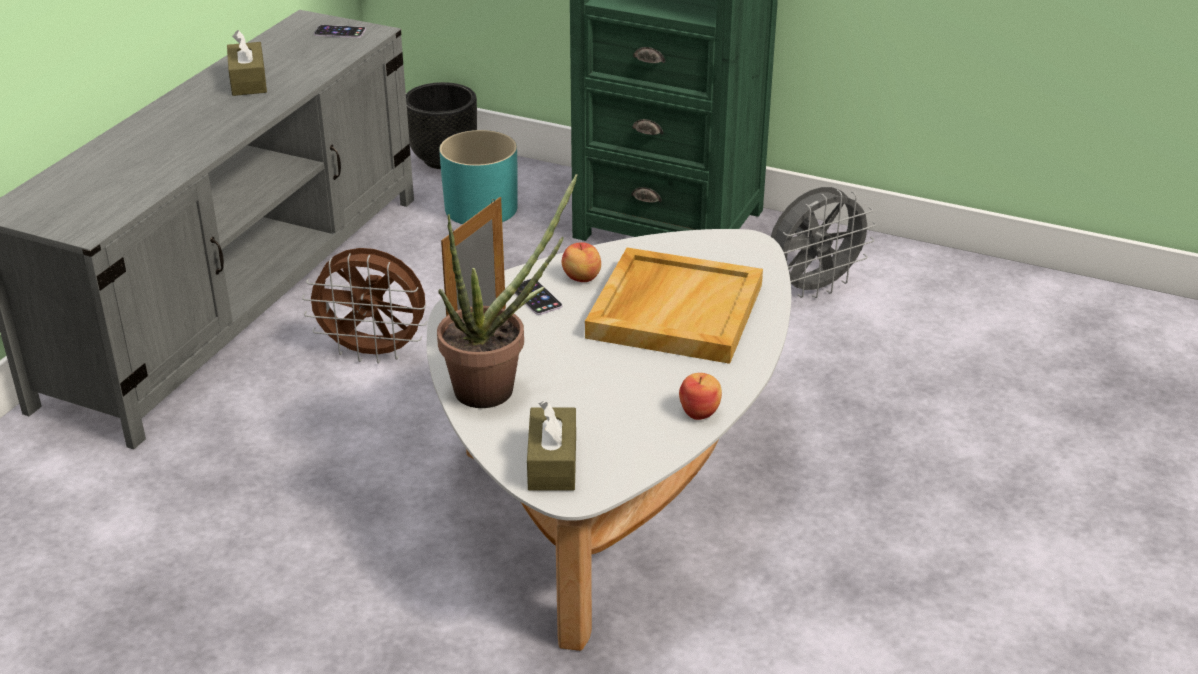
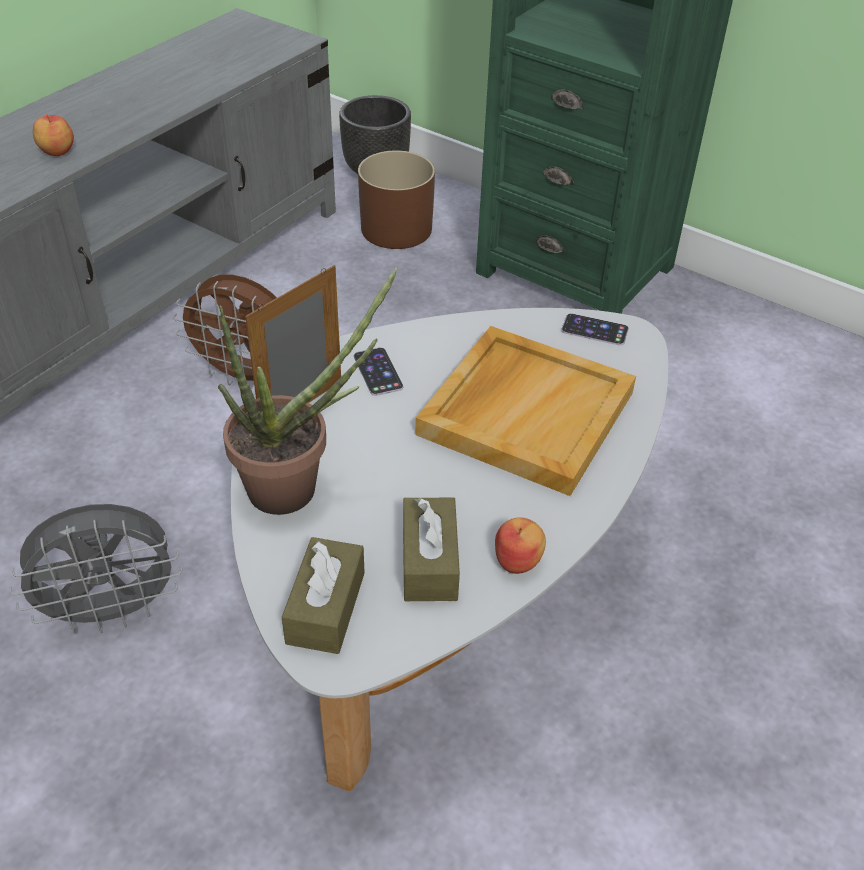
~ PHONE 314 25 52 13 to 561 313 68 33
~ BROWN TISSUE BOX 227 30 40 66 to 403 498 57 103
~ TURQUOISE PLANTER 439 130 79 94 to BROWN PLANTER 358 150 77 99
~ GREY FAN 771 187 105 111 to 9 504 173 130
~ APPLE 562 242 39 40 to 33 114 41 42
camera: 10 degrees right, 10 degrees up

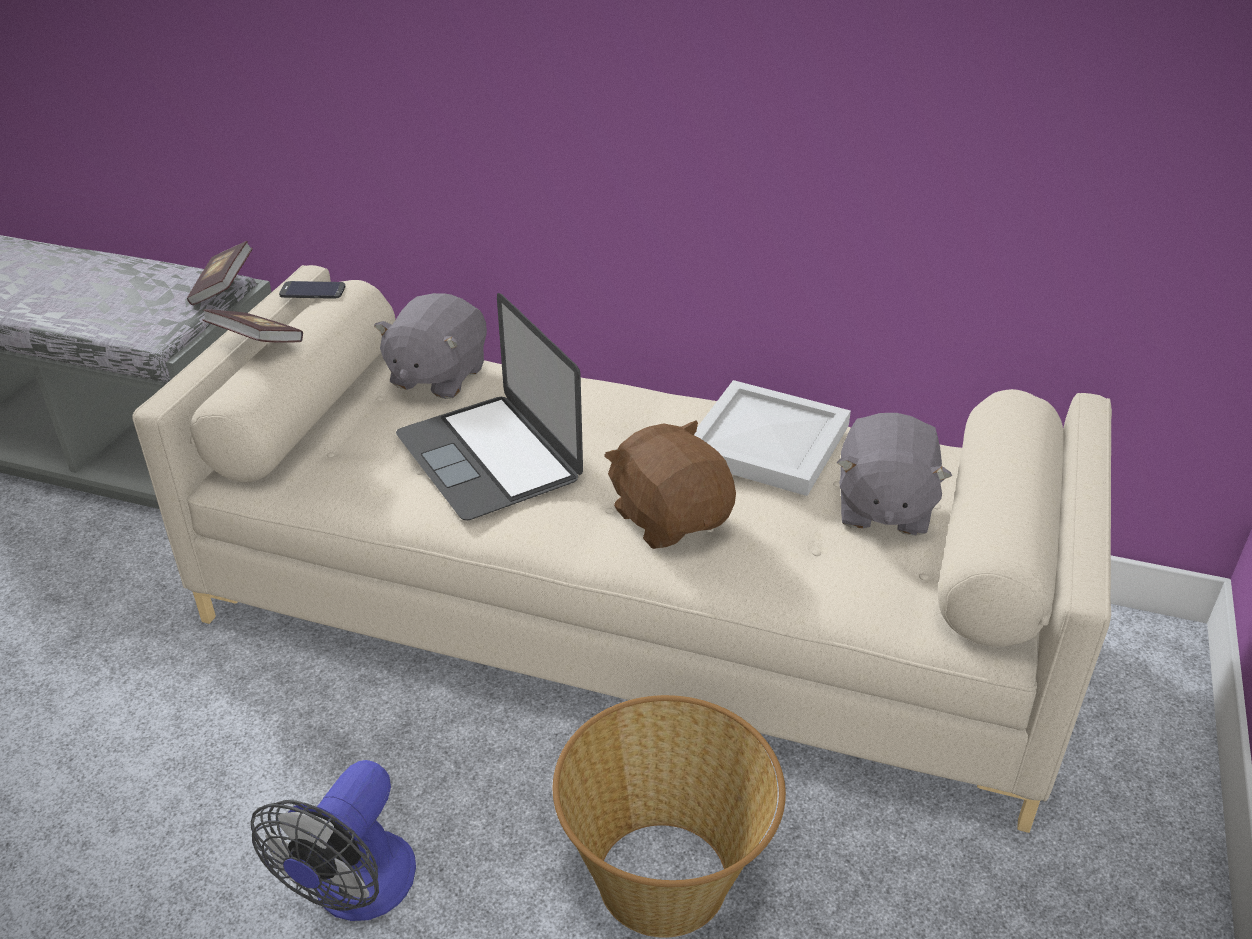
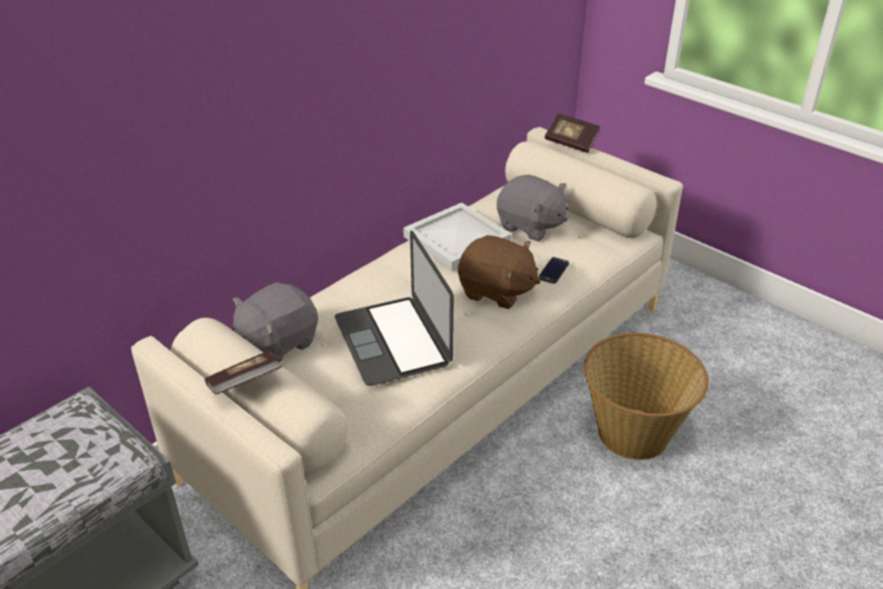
~ BOOK 187 241 66 64 to 545 113 55 40
~ PHONE 279 281 66 18 to 538 257 31 27
~ GREY PLUSH TOY 374 293 113 106 = 232 282 86 81 90 degrees clockwise
~ LAPTOP 396 293 187 227 = 335 231 119 155 75 degrees clockwise
~ BROWN PLUSH TOY 604 420 132 129 = 458 235 83 74 150 degrees counterclockwise
- FAN 251 760 165 161
camera: 65 degrees left, 0 degrees up

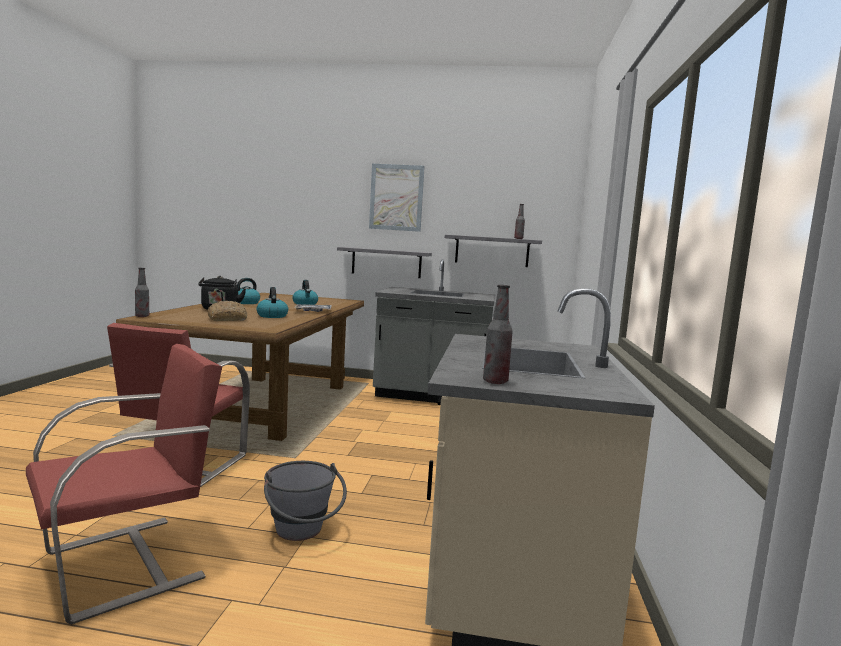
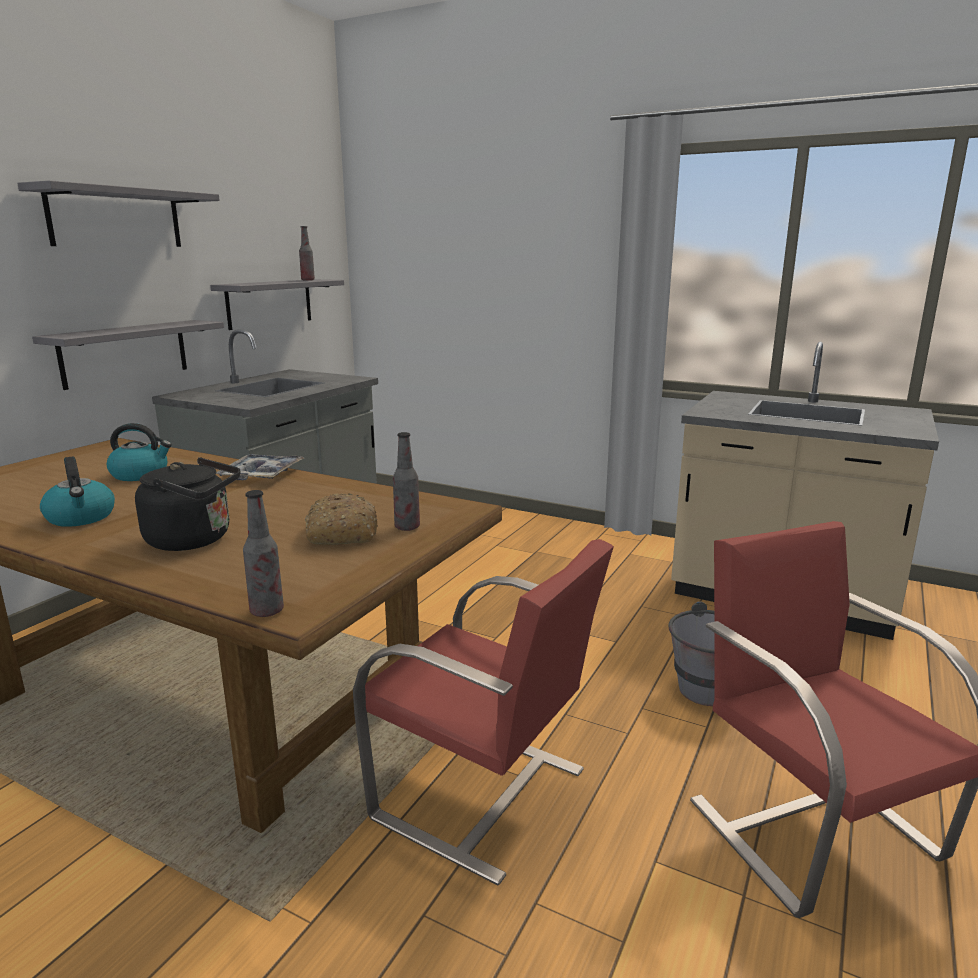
~ PICTURE 369 164 56 68 to GREY SHELF 17 180 203 67
~ BOTTLE 483 285 30 99 to 393 432 27 99
- KETTLE 256 287 32 31
camera: 70 degrees left, 10 degrees up

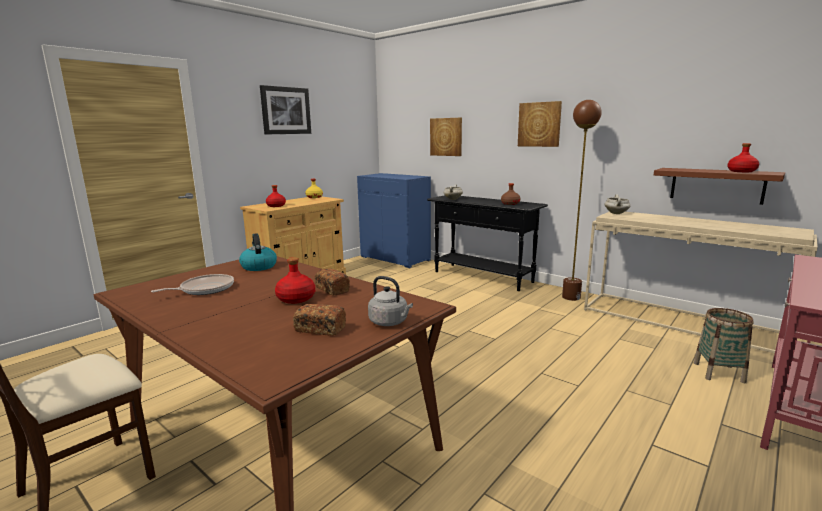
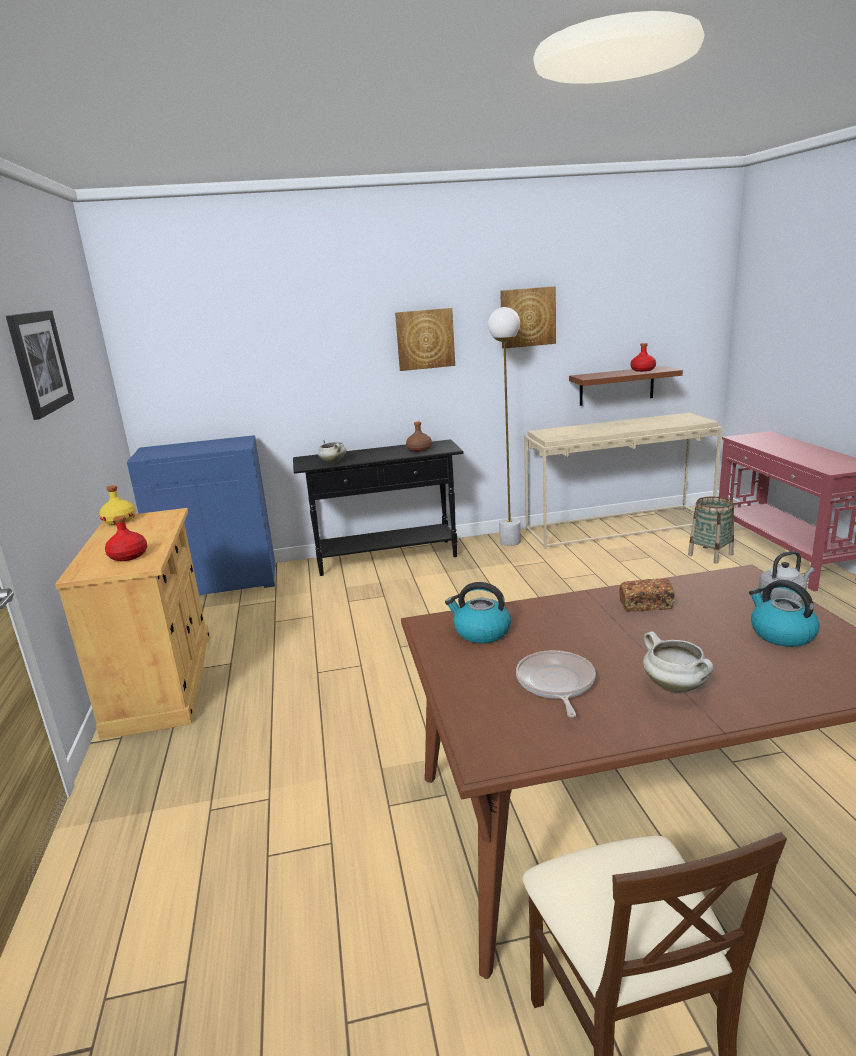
~ BROWN FLOOR LAMP 562 100 40 201 to WHITE FLOOR LAMP 488 307 33 239
~ PICTURE 430 118 32 38 to 500 286 56 63
~ WHITE COOKING POT 605 194 25 20 to 643 632 70 61
- RED BOTTLE 275 257 40 47
~ BREAD 293 304 53 32 to KETTLE 749 580 71 67
camera: 50 degrees left, 5 degrees up

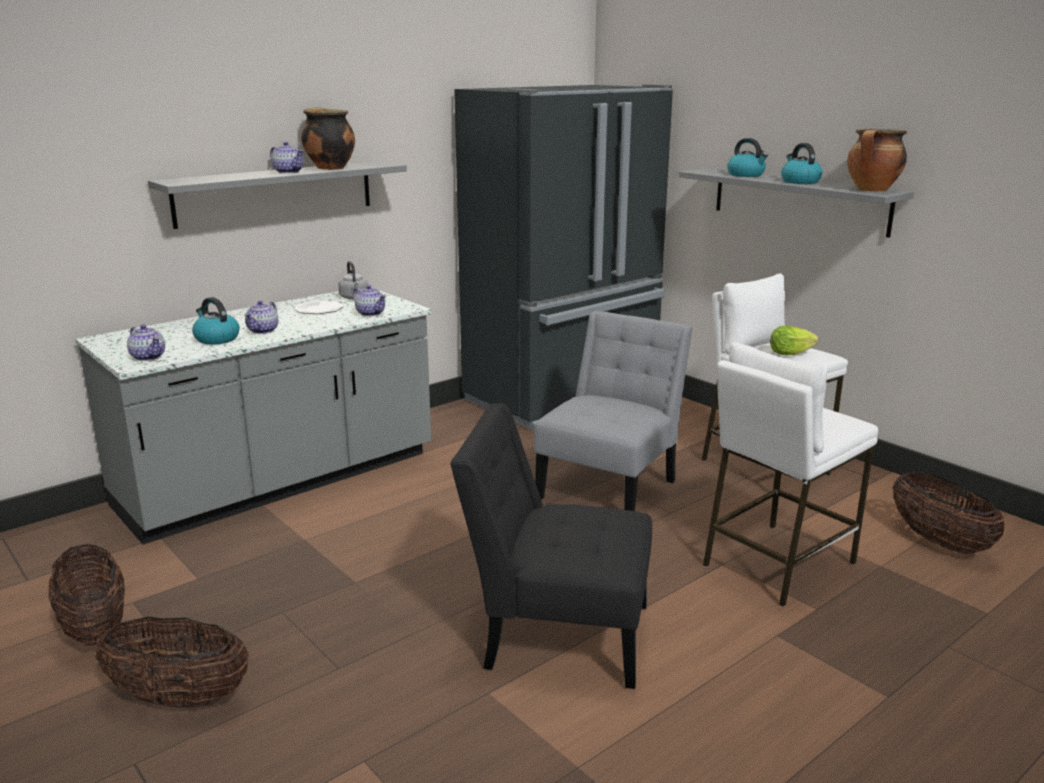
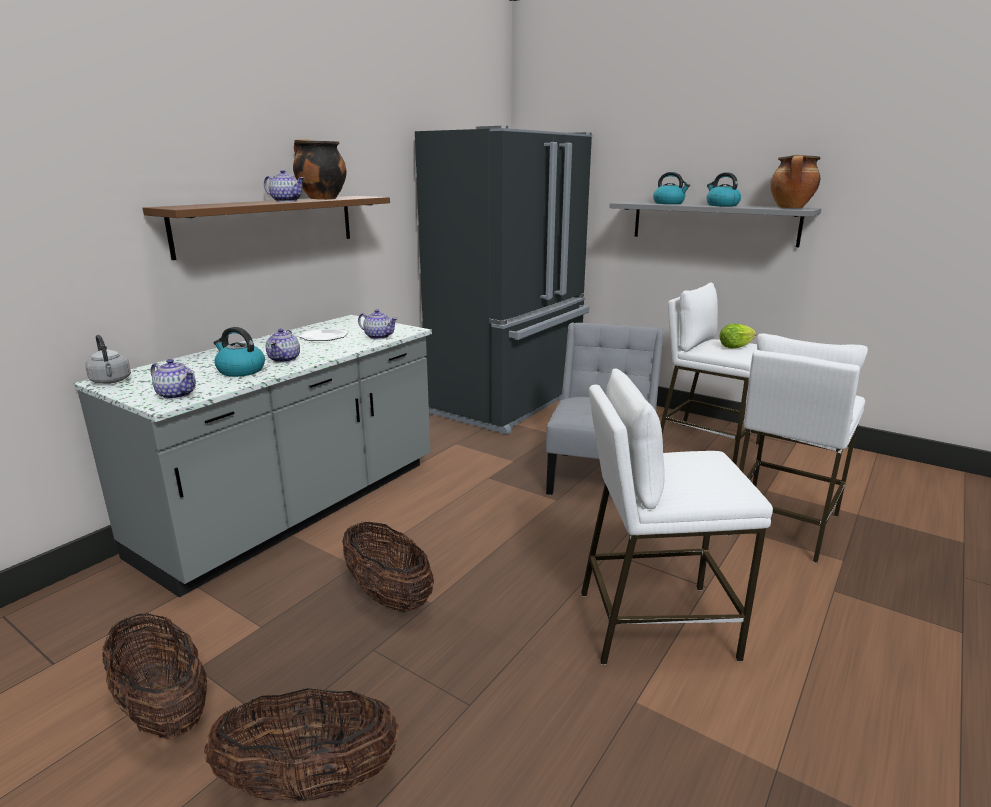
~ GREY SHELF 148 161 259 68 to BROWN SHELF 143 196 247 64
~ GREY KETTLE 338 261 30 38 to 85 335 46 49
~ BLACK CHAIR 450 403 202 286 to WHITE STOOL 581 369 192 296
~ BASKET 892 472 113 82 to 342 522 92 91
camera: 15 degrees left, 0 degrees up

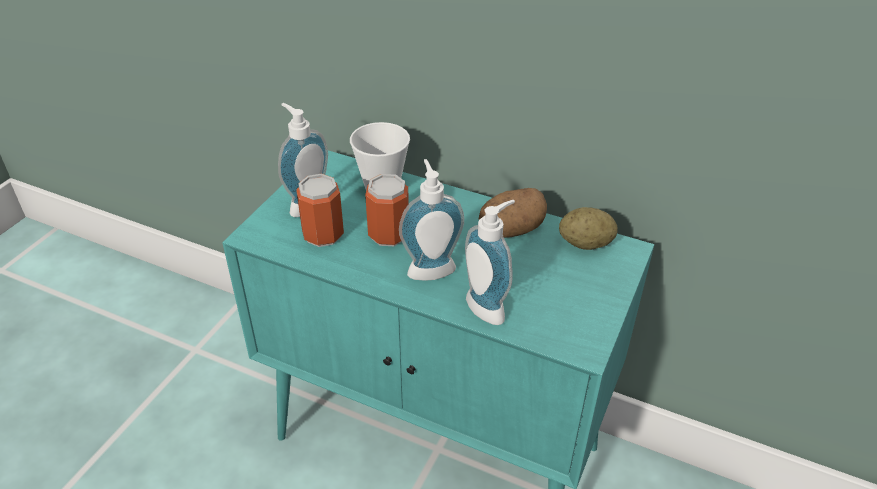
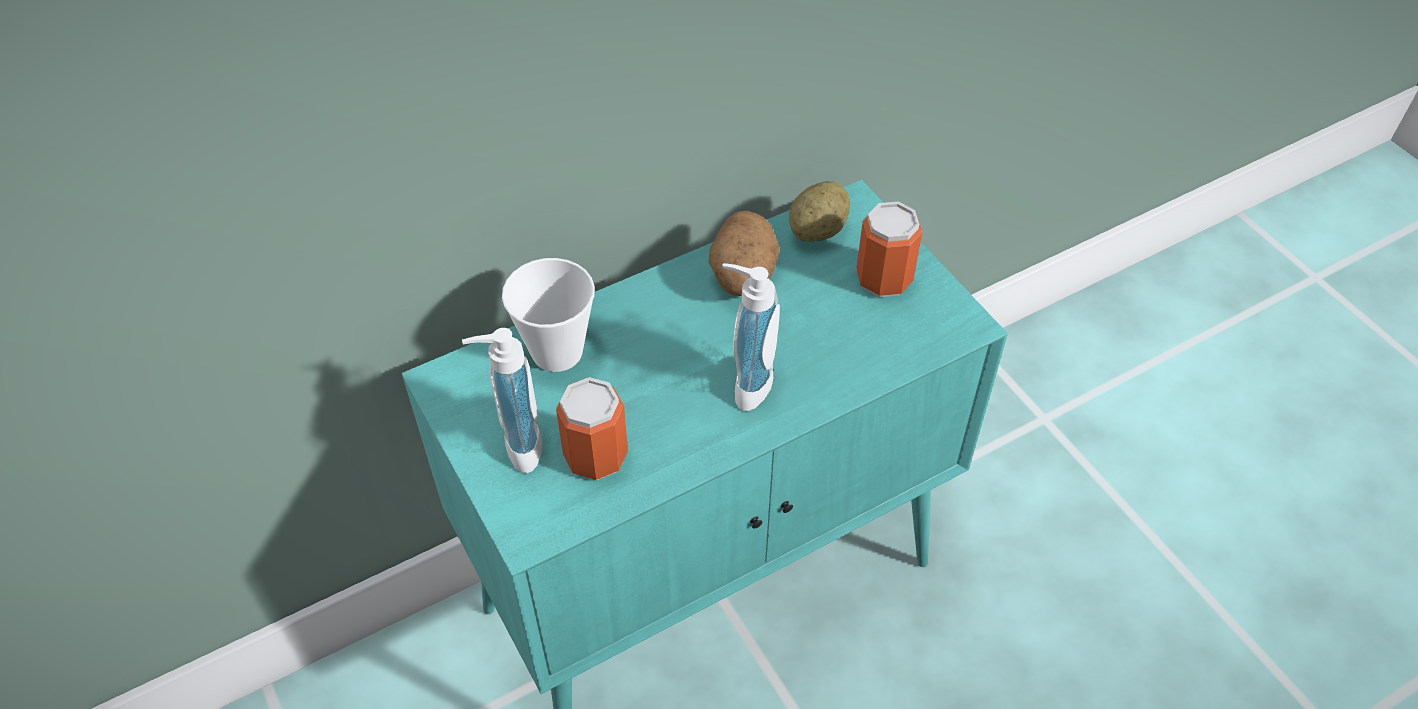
~ CAN 365 174 44 72 to 856 202 66 95
- SOAP DISPENSER 465 200 50 125
camera: 55 degrees left, 10 degrees up

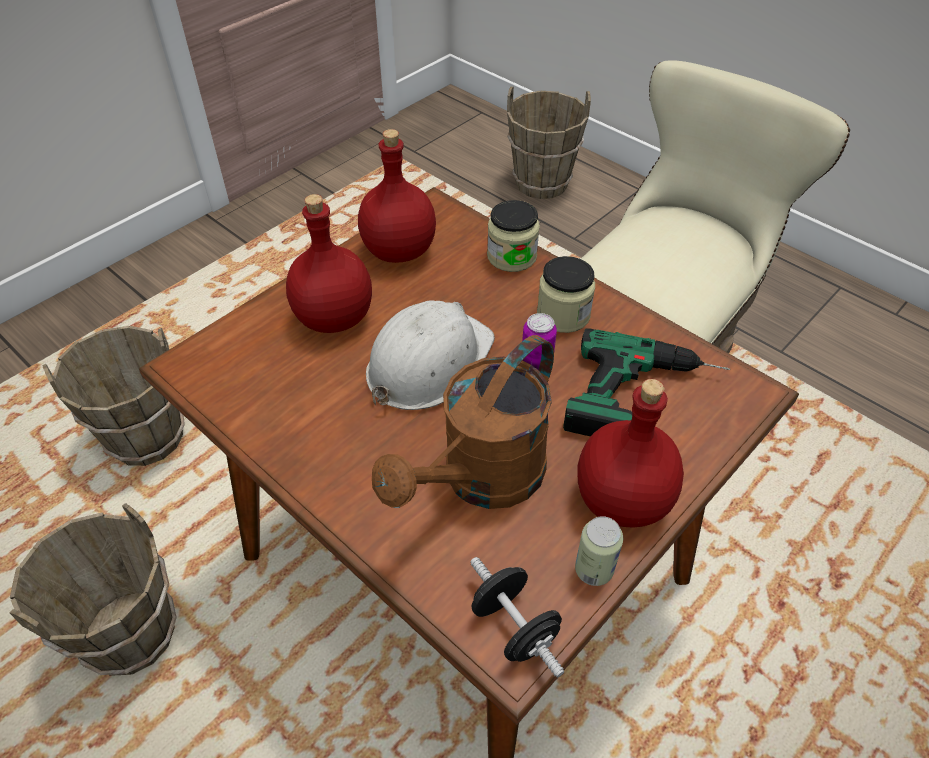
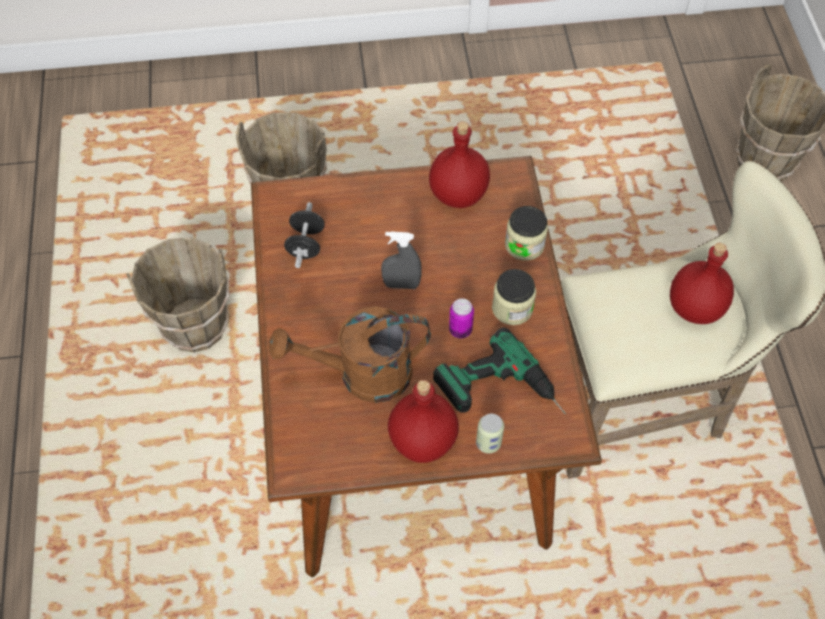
~ RED BOTTLE 286 194 86 139 to 670 243 64 81
~ WHITE HARD HAT 366 300 129 110 to GREY SPRAY BOTTLE 381 231 41 58
~ CAN 575 516 48 70 to 476 414 28 40
~ BLACK DUMBBELL 470 557 94 121 to 284 202 41 66
camera: 40 degrees right, 10 degrees up

